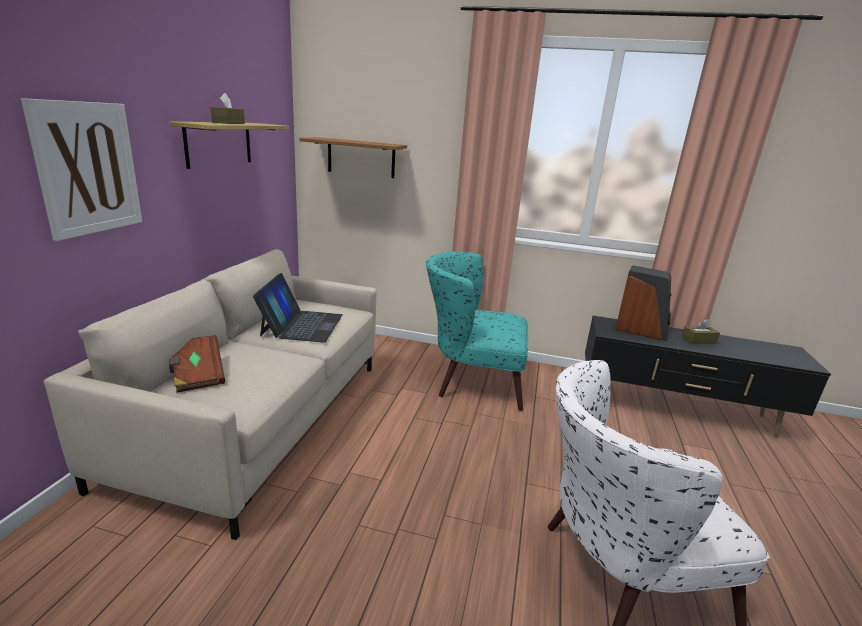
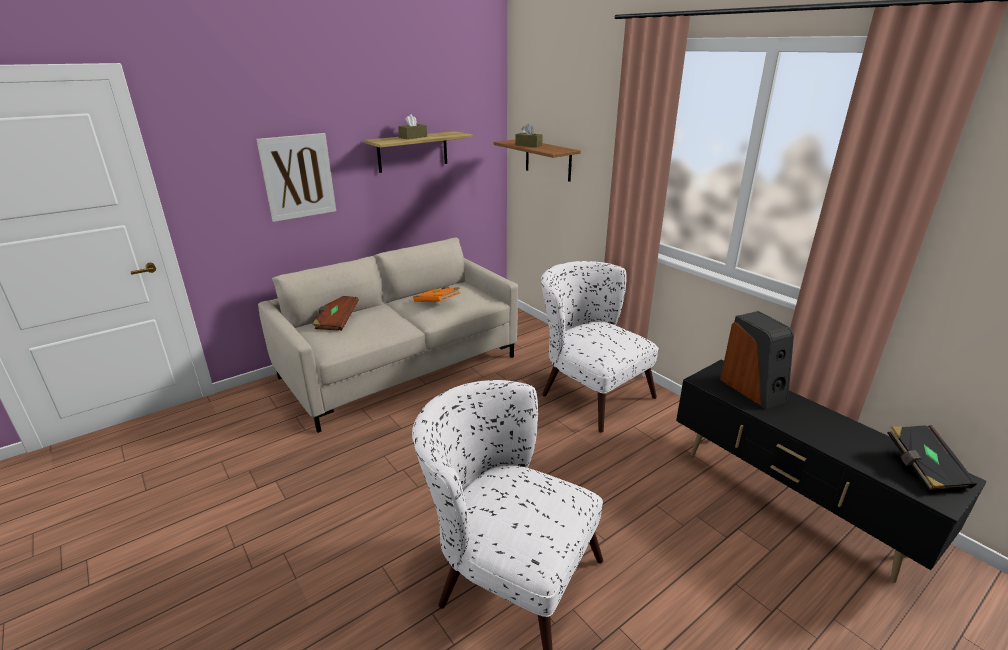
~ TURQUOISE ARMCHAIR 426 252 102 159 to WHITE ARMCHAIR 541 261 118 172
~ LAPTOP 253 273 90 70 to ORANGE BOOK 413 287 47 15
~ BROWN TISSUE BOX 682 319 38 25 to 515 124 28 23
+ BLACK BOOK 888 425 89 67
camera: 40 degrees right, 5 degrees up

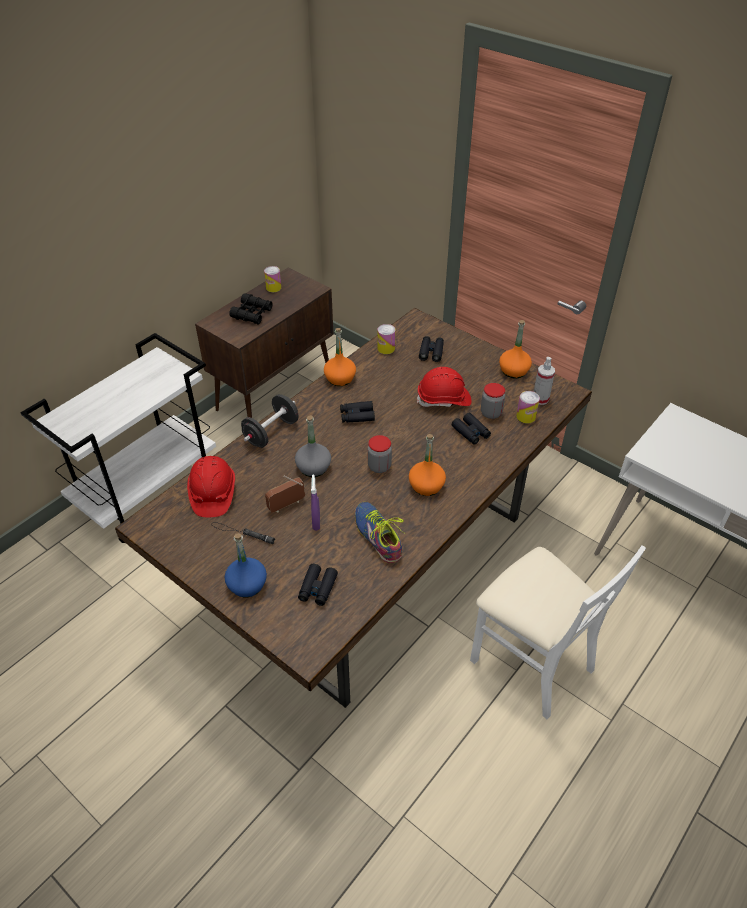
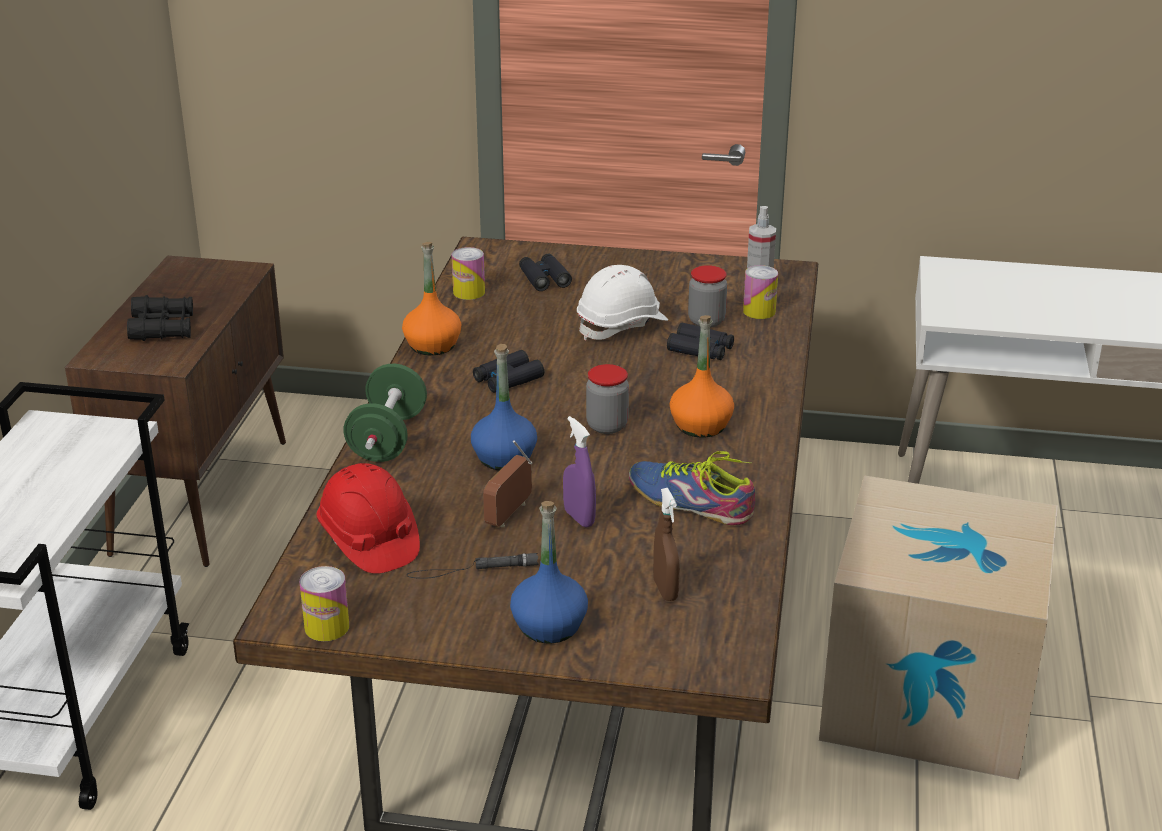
~ CAN 264 266 17 26 to 300 566 49 75
- ORANGE BOTTLE 499 320 33 58
~ RED HARD HAT 417 367 54 40 to WHITE HARD HAT 577 265 91 75
~ BLACK DUMBBELL 241 394 57 54 to GREEN DUMBBELL 343 364 84 98
~ GREY BOTTLE 295 415 36 62 to BLUE BOTTLE 471 344 66 126
~ WHITE CHAIR 470 545 176 174 to CARDBOARD BOX 819 475 239 305
~ BLACK BINOCULARS 298 564 40 42 to BROWN SPRAY BOTTLE 653 488 27 113
camera: 30 degrees left, 15 degrees down

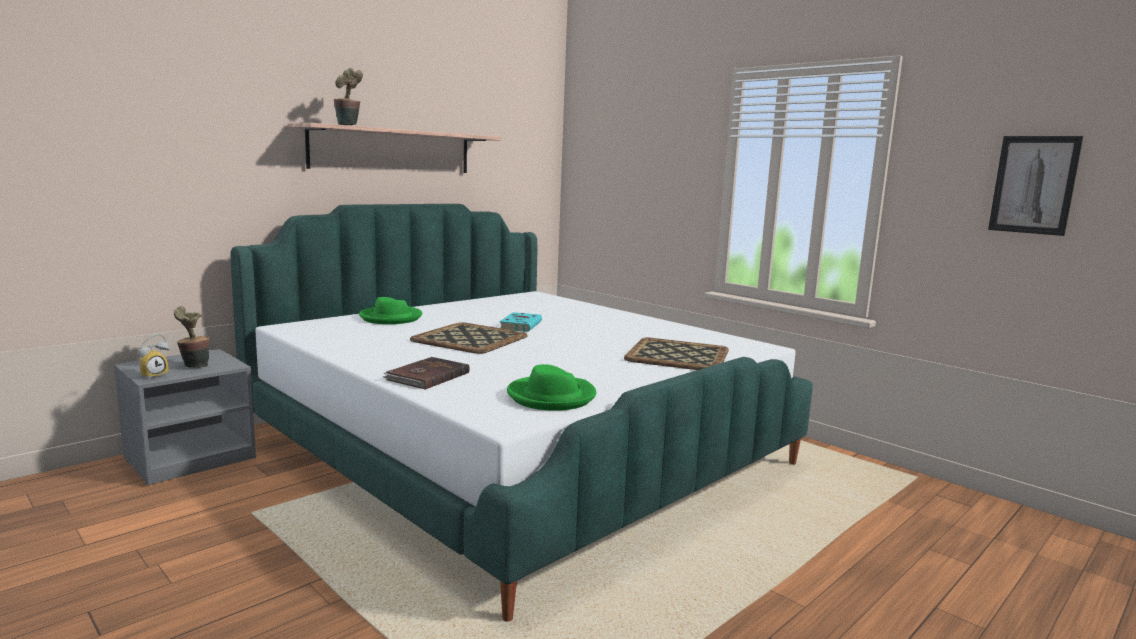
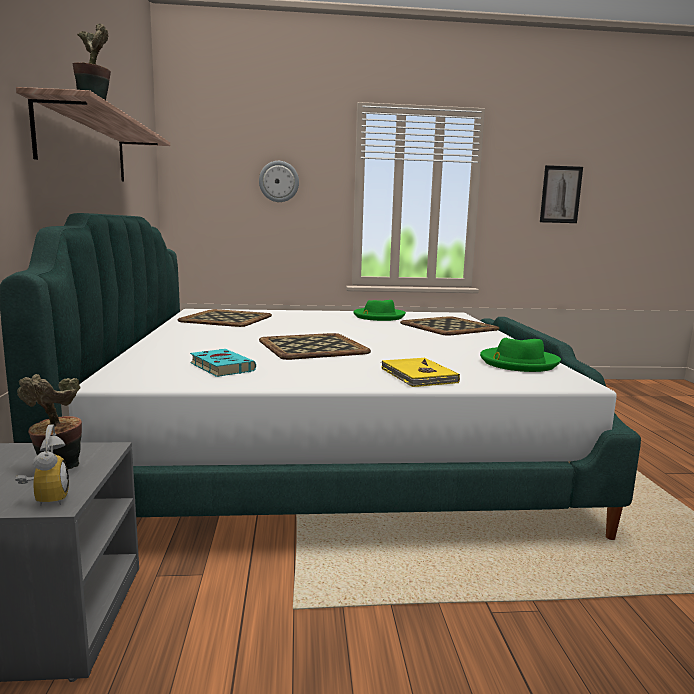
~ GREEN HAT 359 297 63 27 to 353 300 53 21
~ TURQUOISE BOOK 499 312 43 20 to 190 349 66 28
~ BROWN BOOK 383 357 87 32 to YELLOW BOOK 381 358 79 29
+ WALL CLOCK 259 161 40 41
+ TRAY 178 309 94 18
camera: 50 degrees left, 0 degrees up

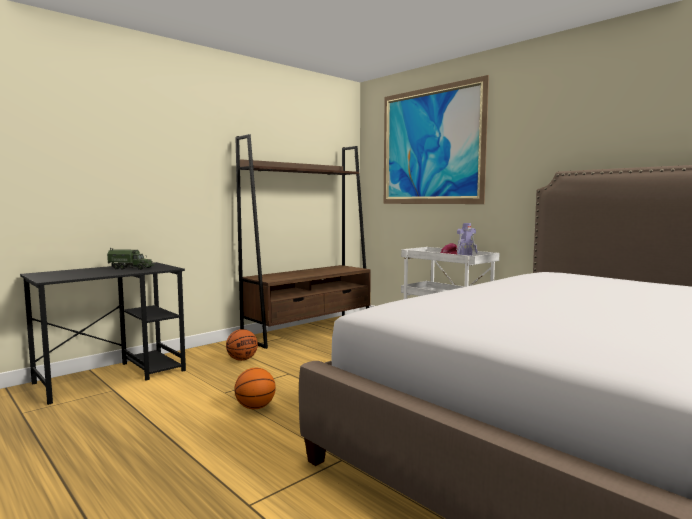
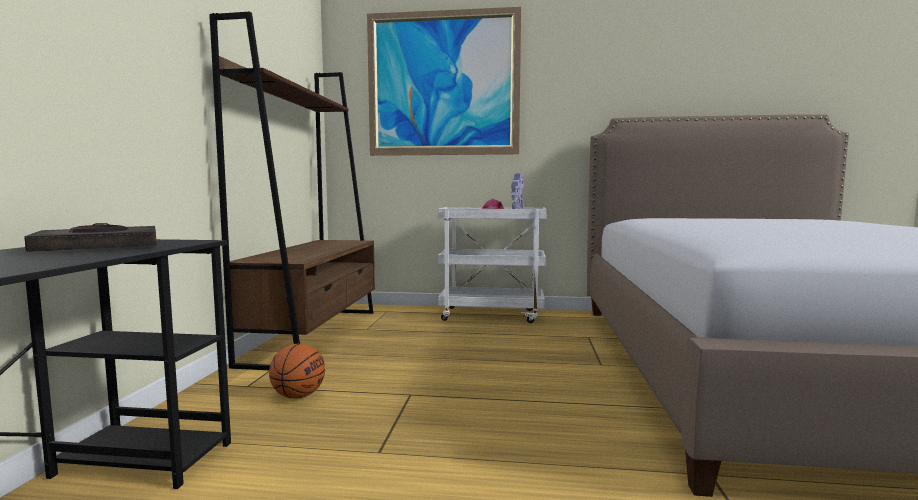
~ TOY TRUCK 107 248 48 22 to BLACK BOOK 24 223 133 29
- BASKETBALL 234 368 42 41
camera: 40 degrees left, 0 degrees up

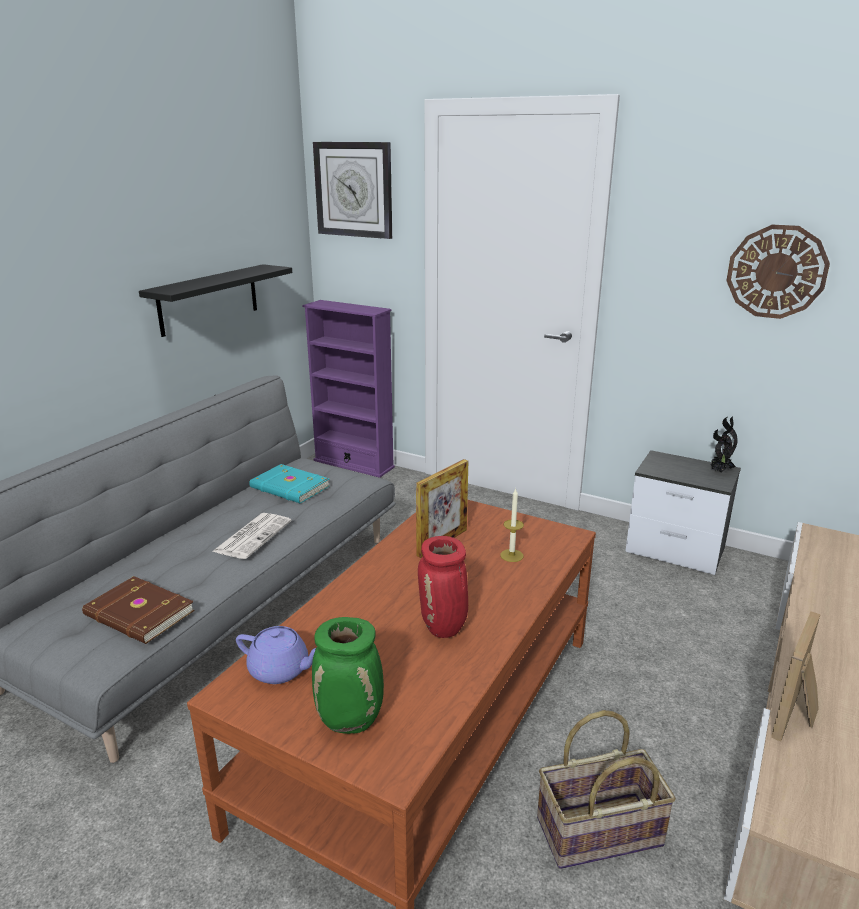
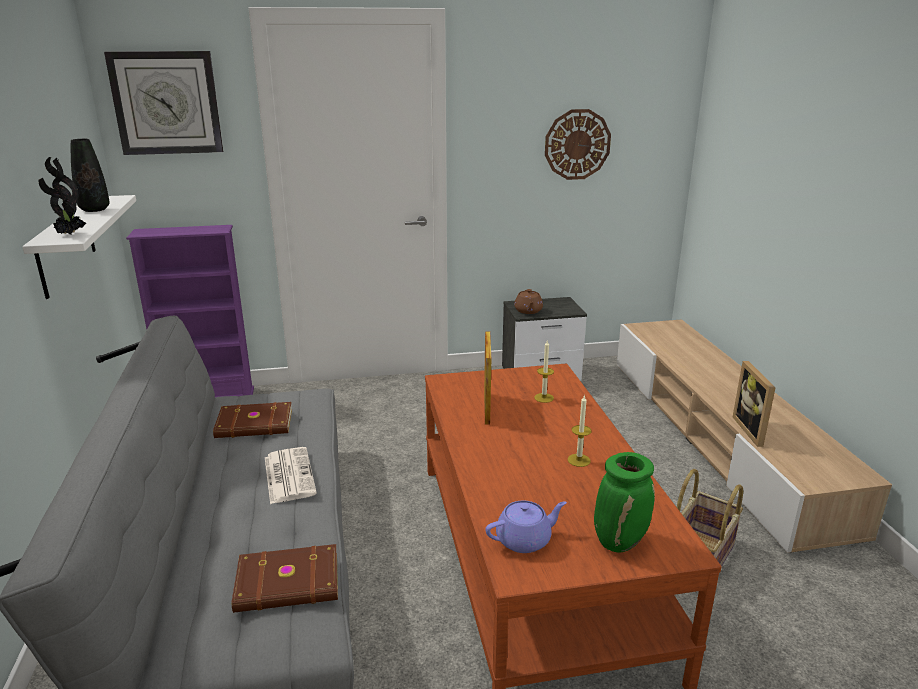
~ BLACK SHELF 139 264 153 73 to WHITE SHELF 22 195 114 104
~ POTTED PLANT 710 416 28 57 to 39 157 47 78
~ TURQUOISE BOOK 249 464 81 39 to BROWN BOOK 213 402 79 36
~ RED VASE 418 536 50 102 to CANDLE 568 395 24 72
+ BLACK VASE 71 139 39 73
+ BROWN TEAPOT 514 289 29 25
camera: 40 degrees left, 0 degrees up

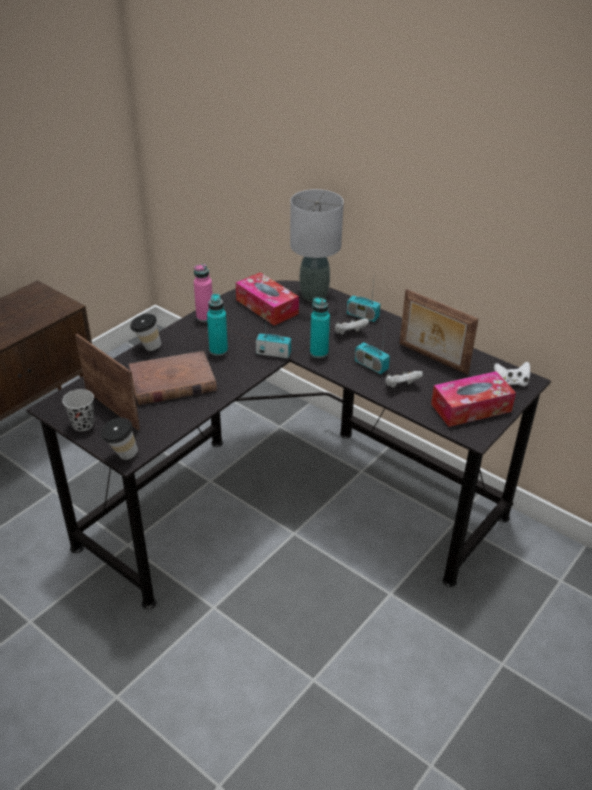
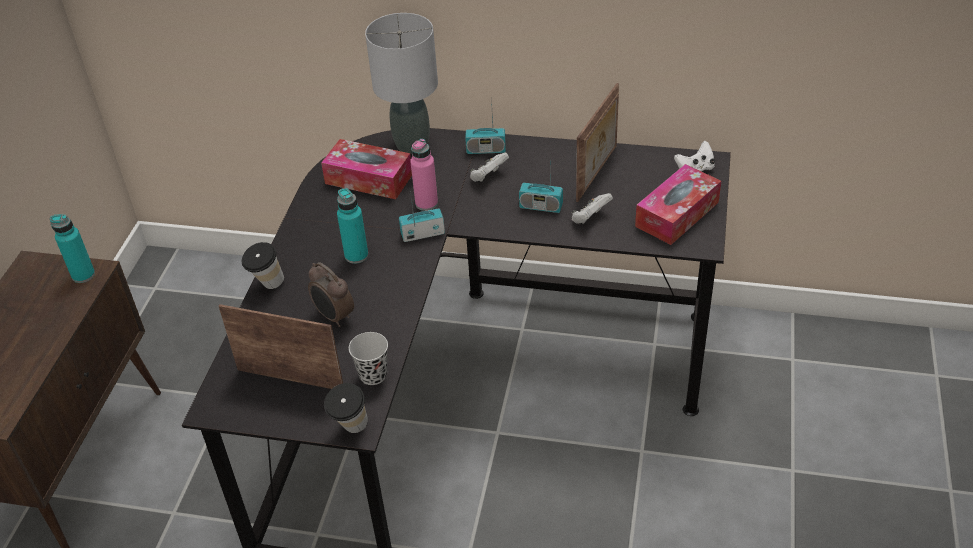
~ PINK BOTTLE 194 264 18 58 to 410 139 28 72
~ PICTURE FRAME 399 289 79 86 = 576 83 43 119 75 degrees counterclockwise
~ TURQUOISE BOTTLE 310 297 20 61 to 50 214 45 69
~ BROWN BOOK 129 351 88 54 to ALARM CLOCK 308 262 46 65
~ BLACK CUP 62 389 32 42 to 349 332 39 53
camera: 25 degrees left, 5 degrees up

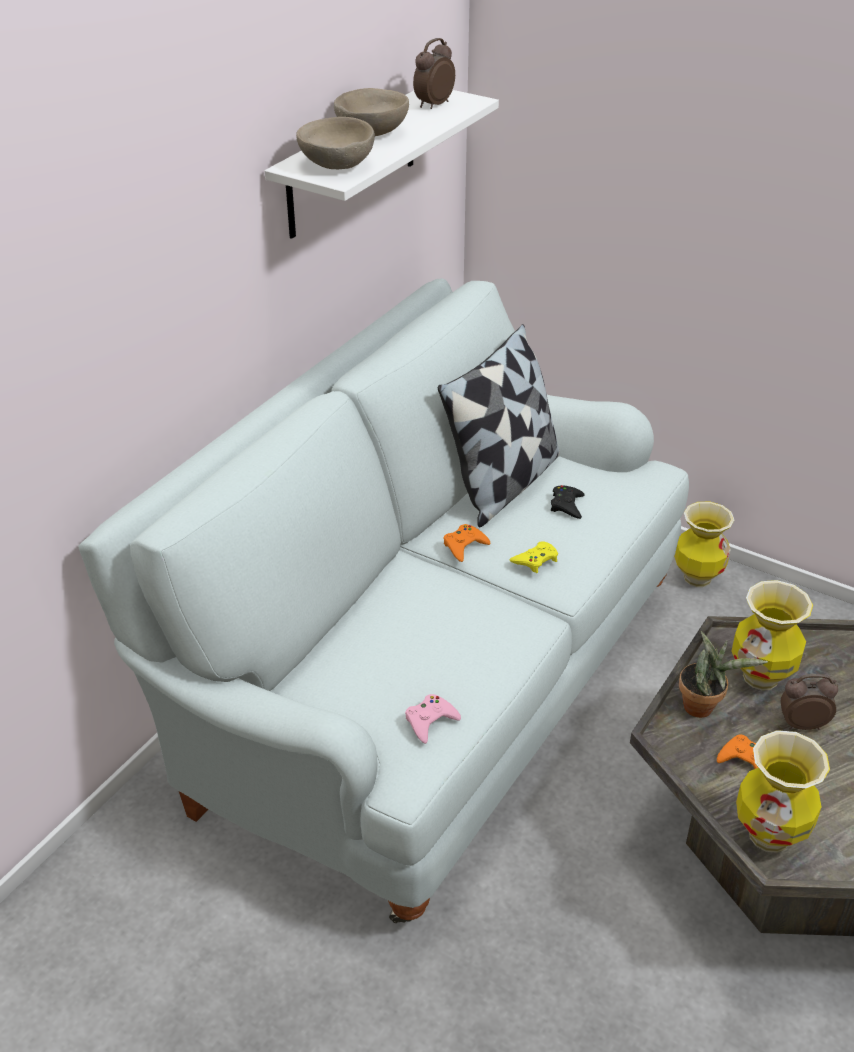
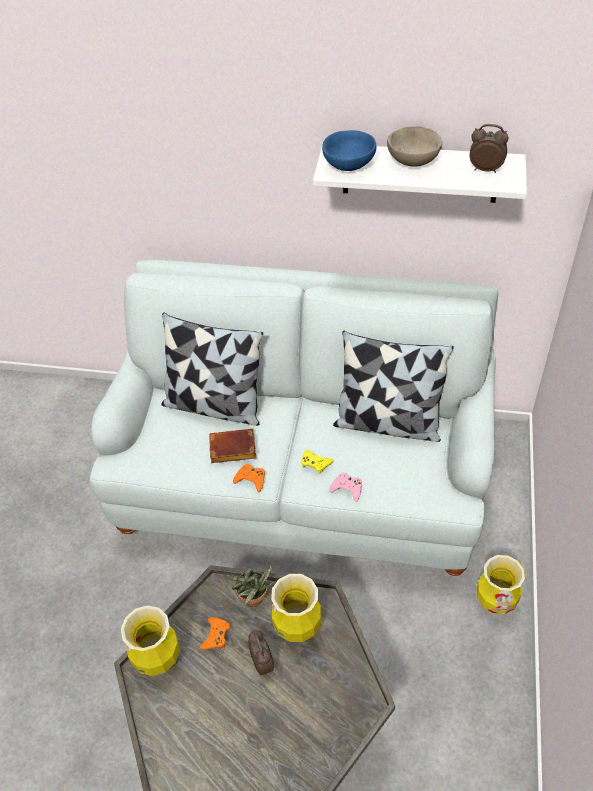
~ BEIGE BOWL 296 117 79 52 to BLUE BOWL 322 130 54 41
- BLACK GAME CONTROLLER 551 485 34 34
~ ORANGE GAME CONTROLLER 444 524 46 38 to 233 464 32 28
~ PINK GAME CONTROLLER 405 694 56 50 to 329 473 33 29
+ PILLOW 161 313 102 113
+ BROWN BOOK 209 429 47 34
camera: 70 degrees right, 10 degrees up

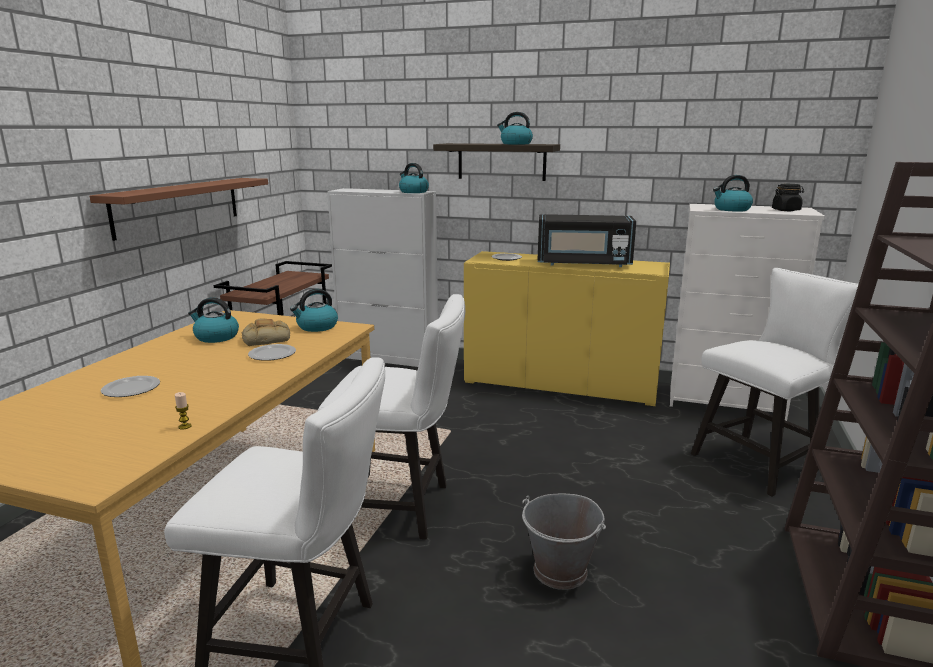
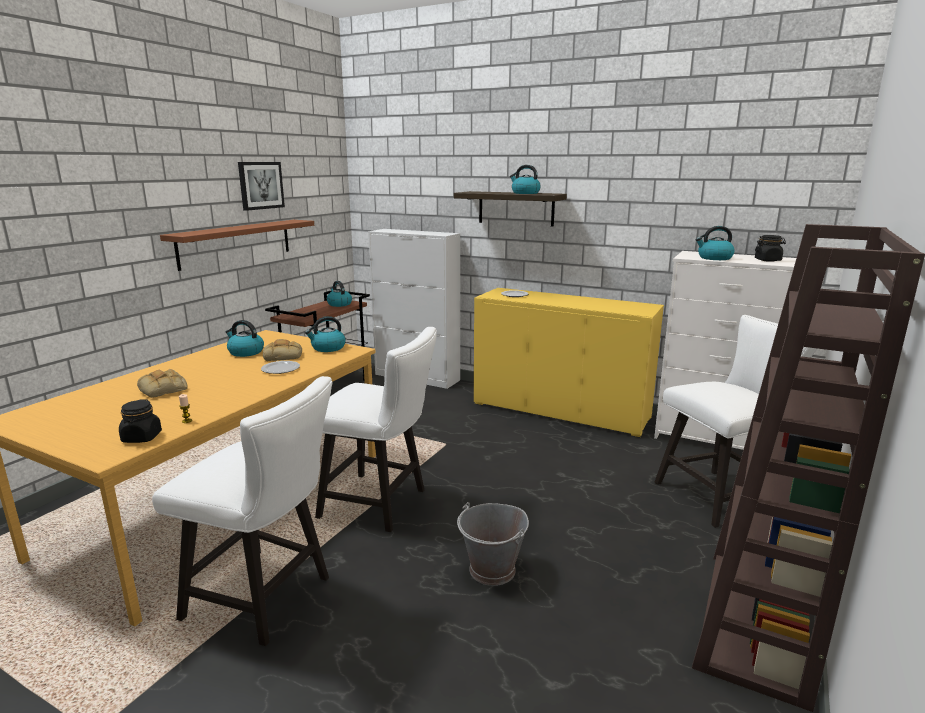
~ KETTLE 399 163 30 30 to 327 281 25 26
- BLACK MICROWAVE 538 214 98 53
~ PLATE 101 376 59 21 to BREAD 137 369 51 29
+ PICTURE 238 162 47 49
+ BLACK JAR 119 400 43 43
camera: 10 degrees right, 0 degrees up

